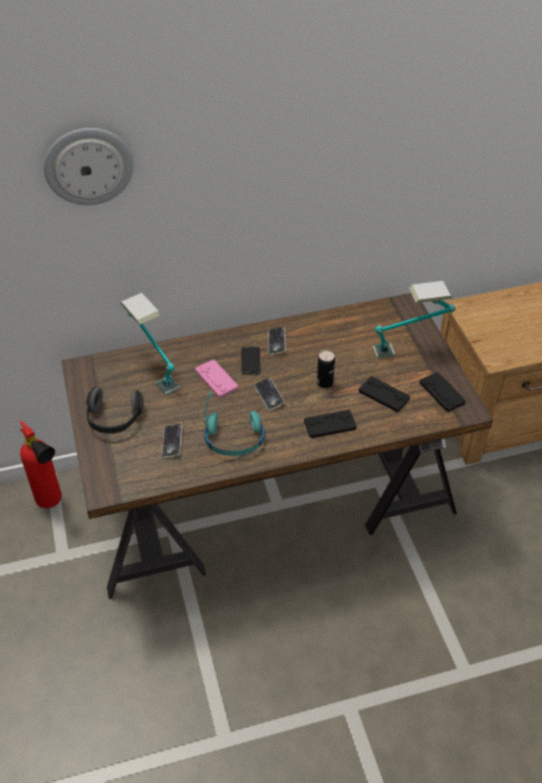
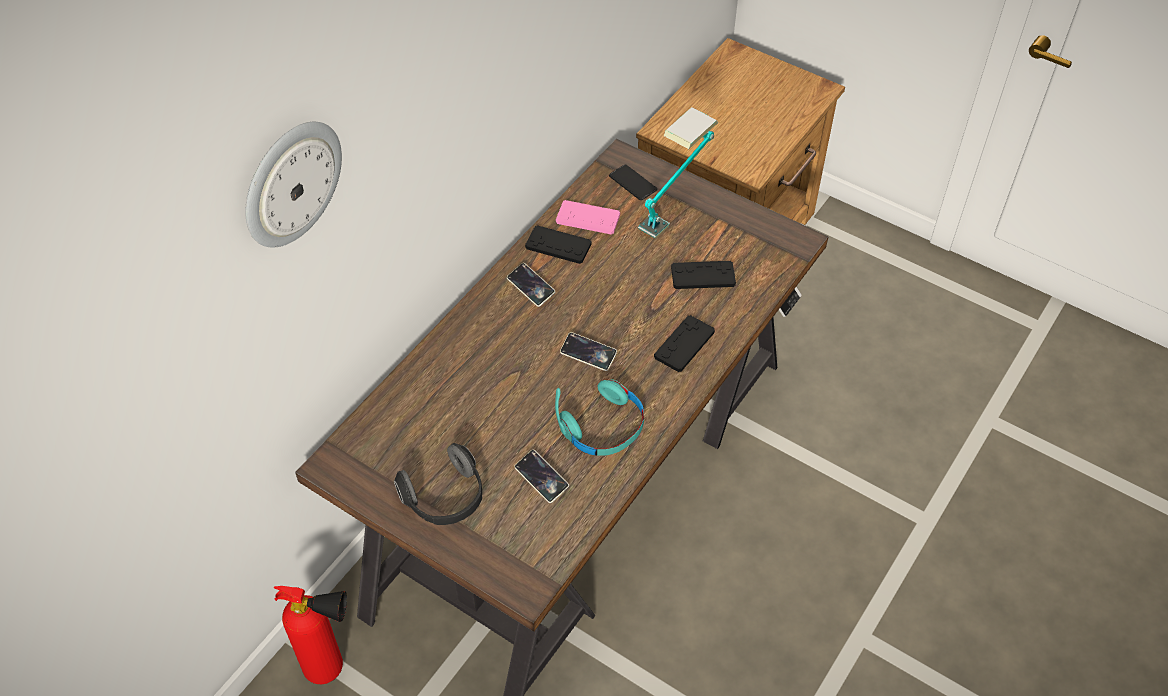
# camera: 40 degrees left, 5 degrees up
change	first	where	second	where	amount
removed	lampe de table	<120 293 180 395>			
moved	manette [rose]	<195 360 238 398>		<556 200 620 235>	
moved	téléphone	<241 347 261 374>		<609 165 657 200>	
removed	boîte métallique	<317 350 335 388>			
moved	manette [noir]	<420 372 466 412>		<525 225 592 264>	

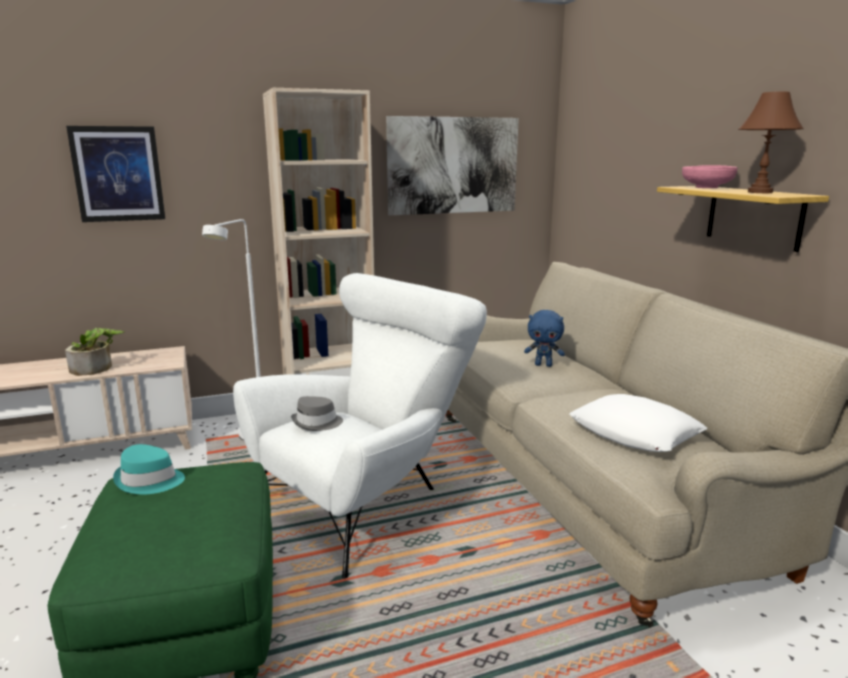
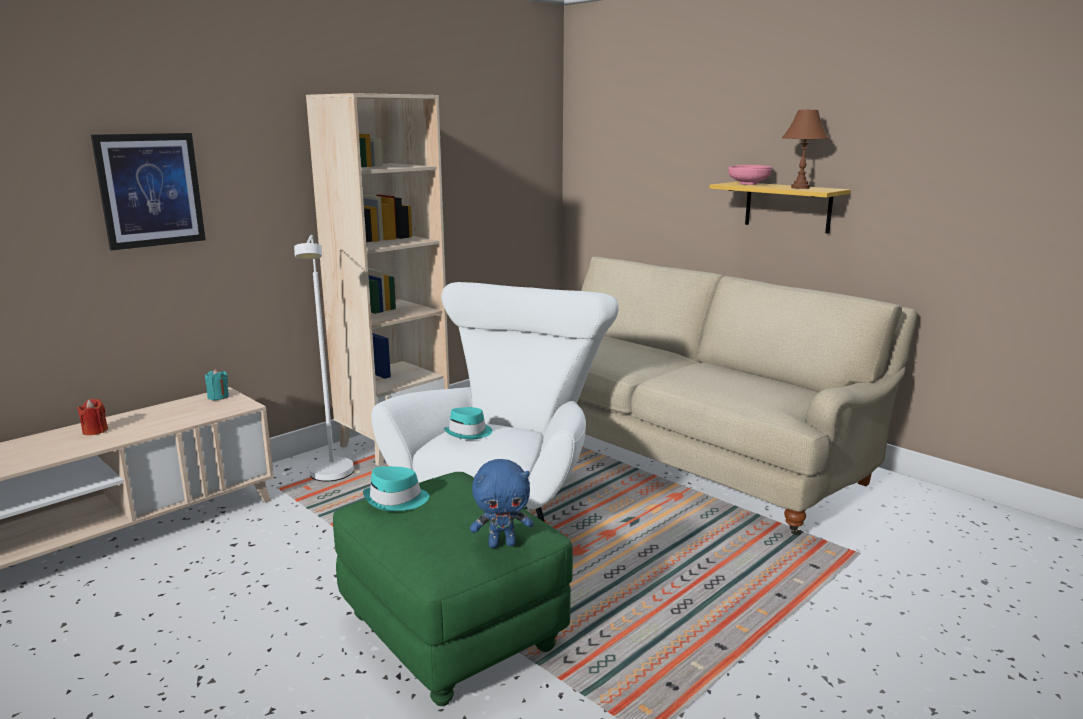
# camera: 25 degrees left, 0 degrees up
change	first	where	second	where	amount
removed	plante en pot	<65 328 125 376>			
recoloured	chapeau [gris]	<291 396 343 431>	chapeau [turquoise]	<444 407 492 440>	
removed	tableau	<386 116 519 215>			
moved	peluche [bleu]	<524 310 565 367>		<470 459 533 548>	
removed	coussin [blanc]	<569 394 707 452>			
added			bougie [rouge]	<77 399 108 435>	
added			bougie [turquoise]	<205 369 229 400>	

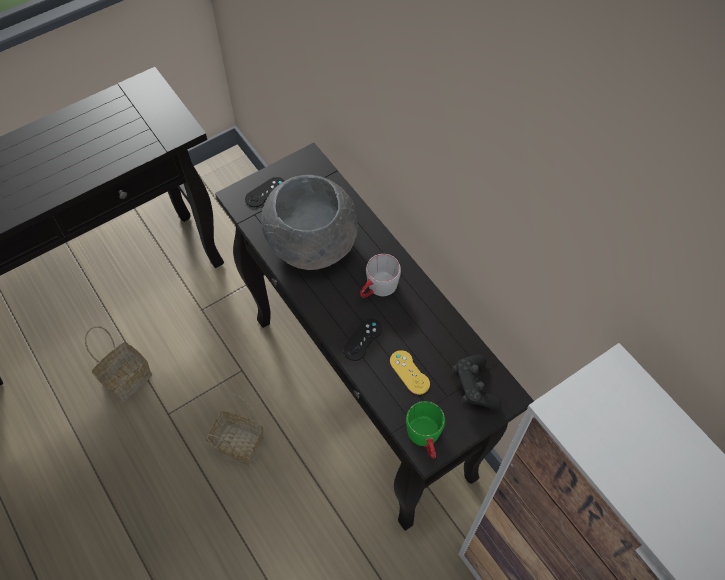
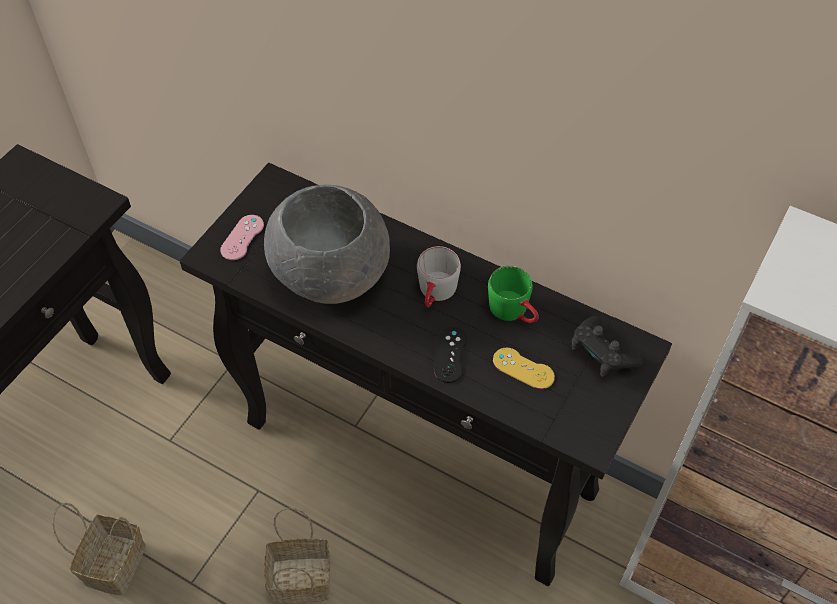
# camera: 25 degrees left, 5 degrees down
change	first	where	second	where	amount
recoloured	manette [noir]	<245 177 285 207>	manette [rose]	<220 215 264 260>	
moved	mug [vert]	<406 401 445 459>		<488 266 539 323>	

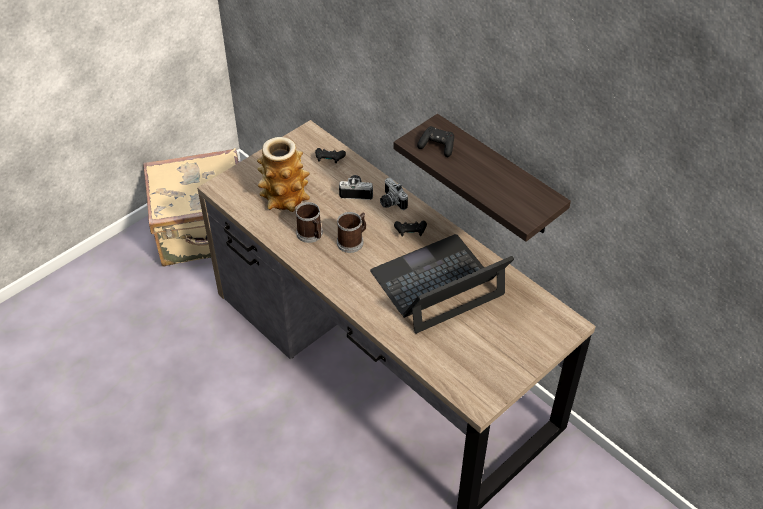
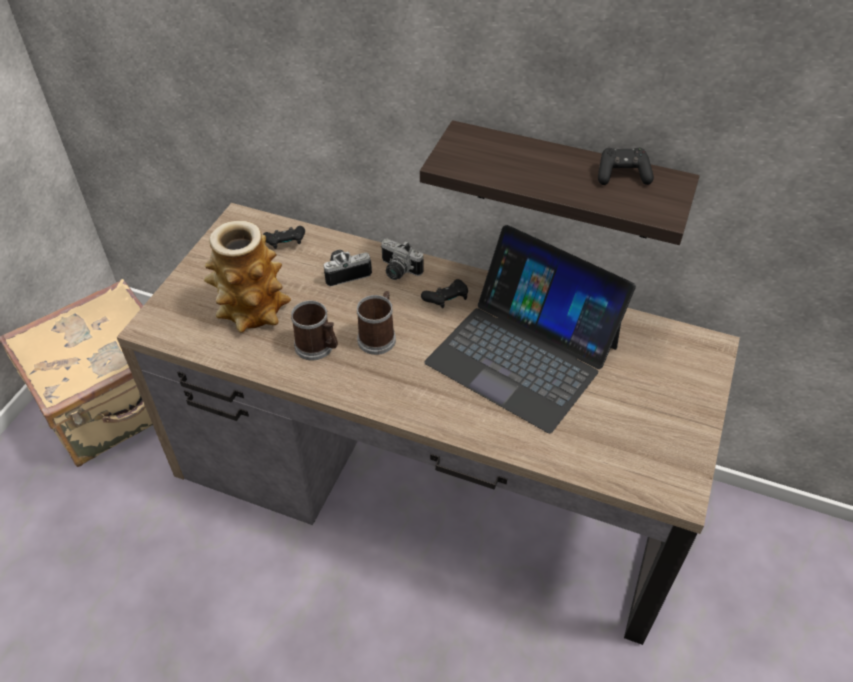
# camera: 25 degrees left, 0 degrees up
change	first	where	second	where	amount
turned	ordinateur portable	<370 234 514 334>		<424 225 636 433>	90 degrees counterclockwise
moved	manette [noir]	<417 126 454 157>		<598 148 654 185>	

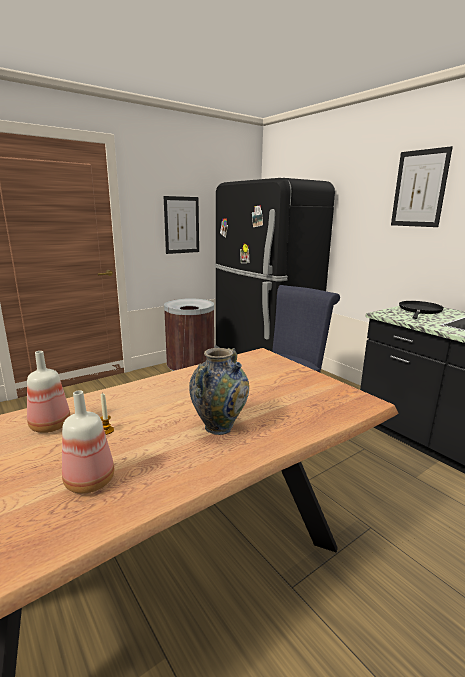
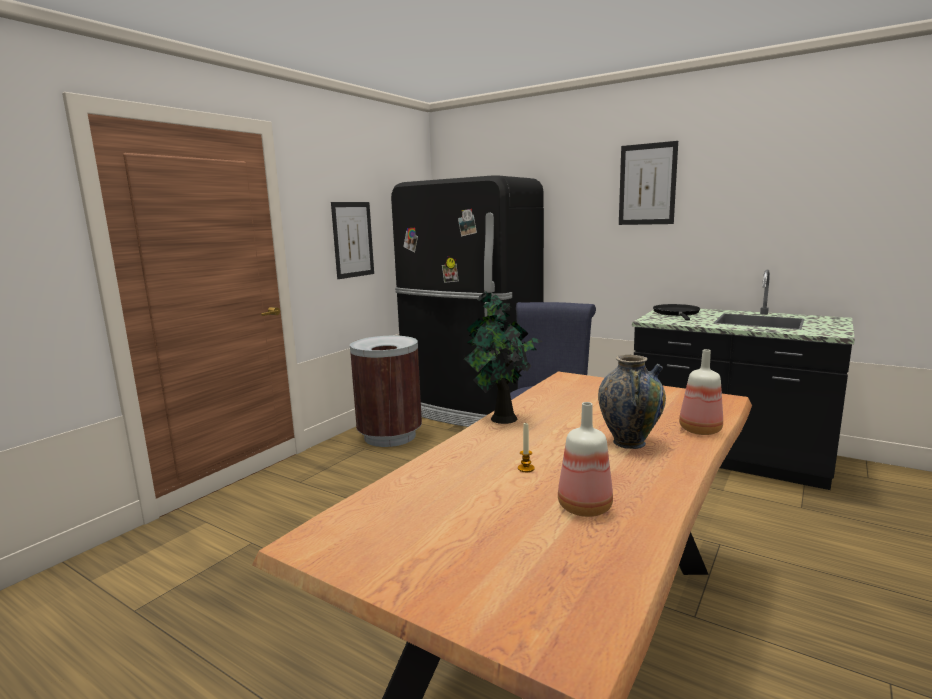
# camera: 20 degrees left, 5 degrees down
change	first	where	second	where	amount
moved	bouteille	<27 351 71 433>		<679 349 723 435>	
added			plante en pot	<464 291 543 424>	

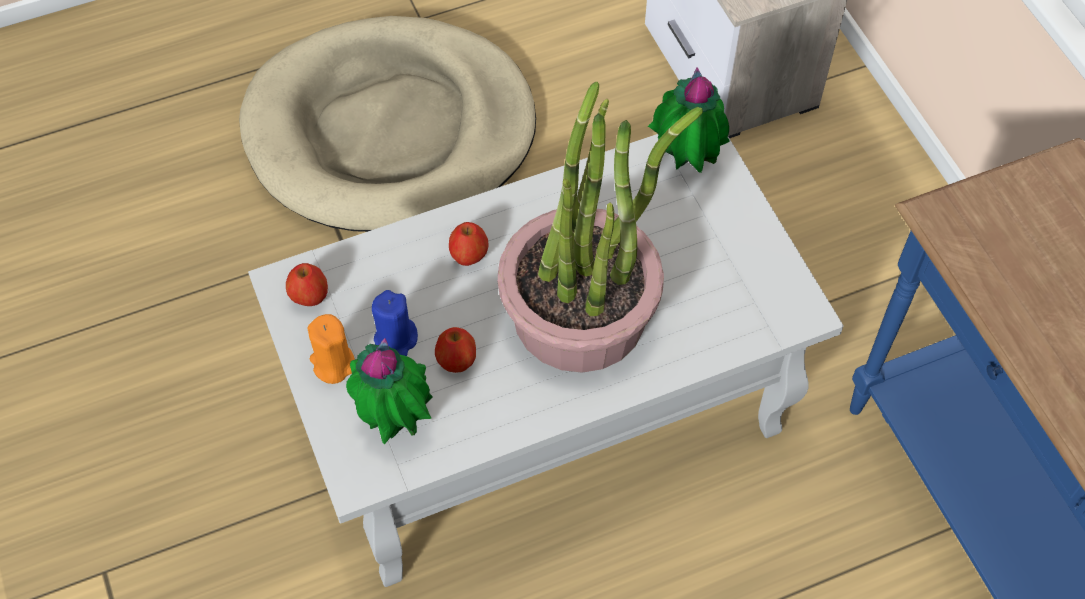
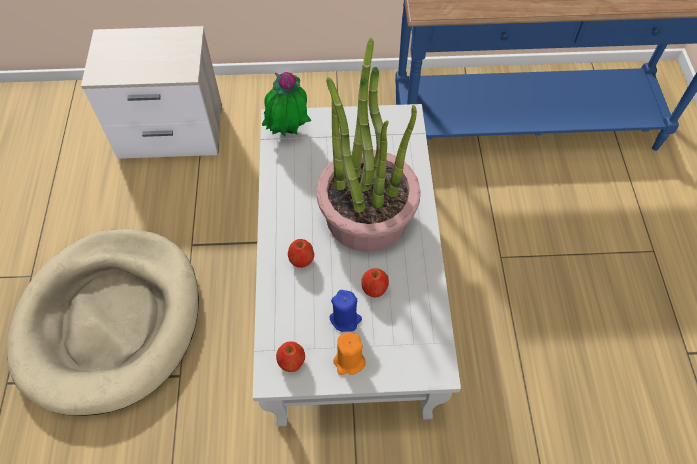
# camera: 70 degrees left, 0 degrees up
change	first	where	second	where	amount
removed	plante en pot	<346 338 432 444>			

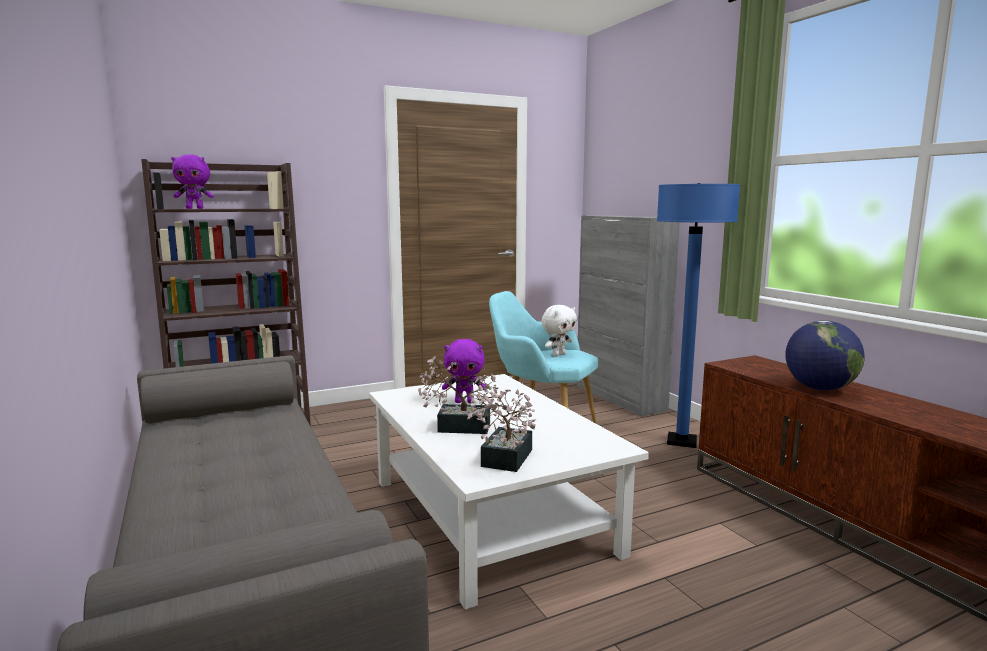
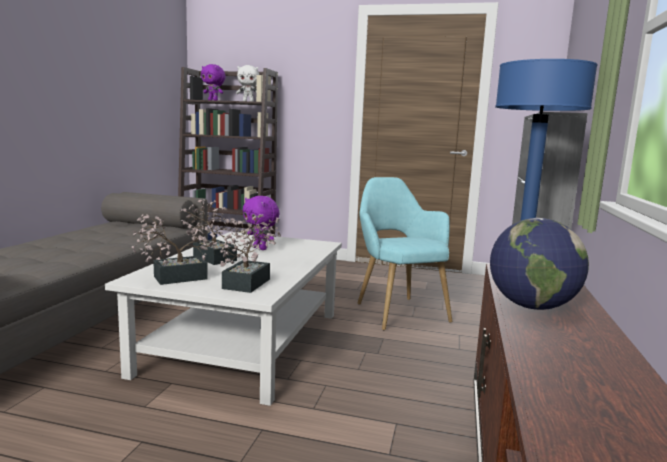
# camera: 40 degrees right, 0 degrees up
change	first	where	second	where	amount
moved	peluche [blanc]	<542 305 577 357>		<236 65 259 102>	
added			plante en pot	<220 214 281 293>	

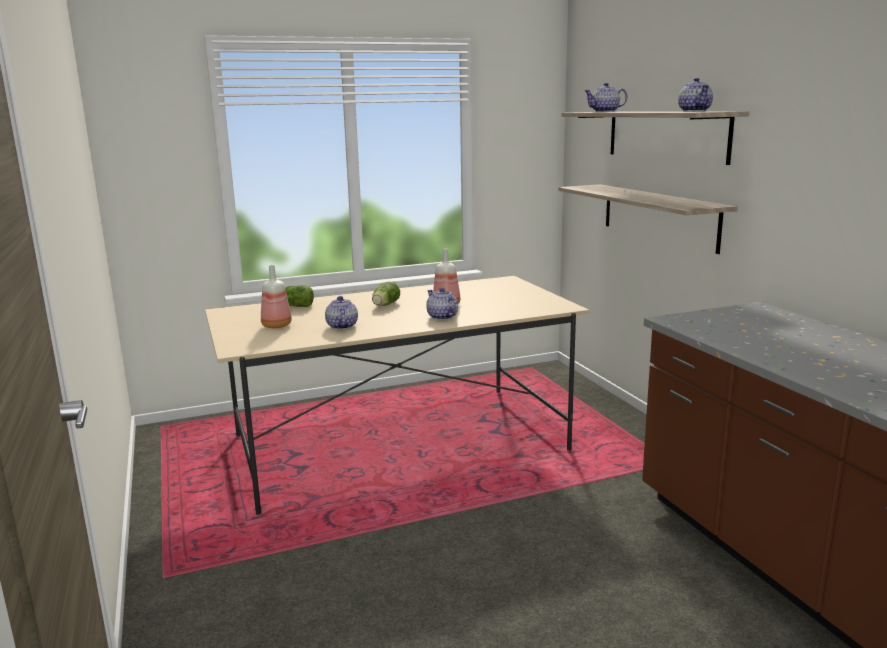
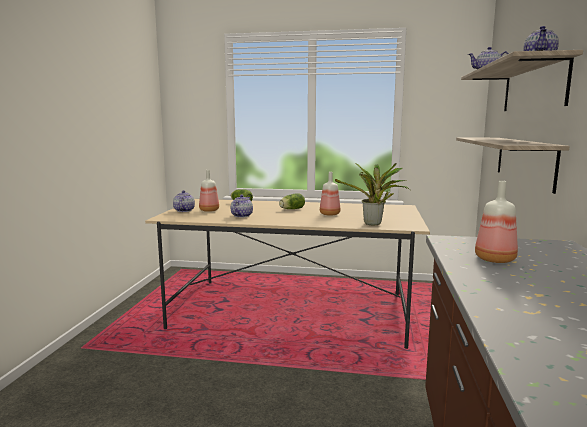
# camera: 30 degrees right, 5 degrees down
change	first	where	second	where	amount
moved	théière	<426 287 458 320>		<173 190 195 212>	
added			plante en pot	<335 163 410 226>	
added			bouteille	<475 181 518 263>	

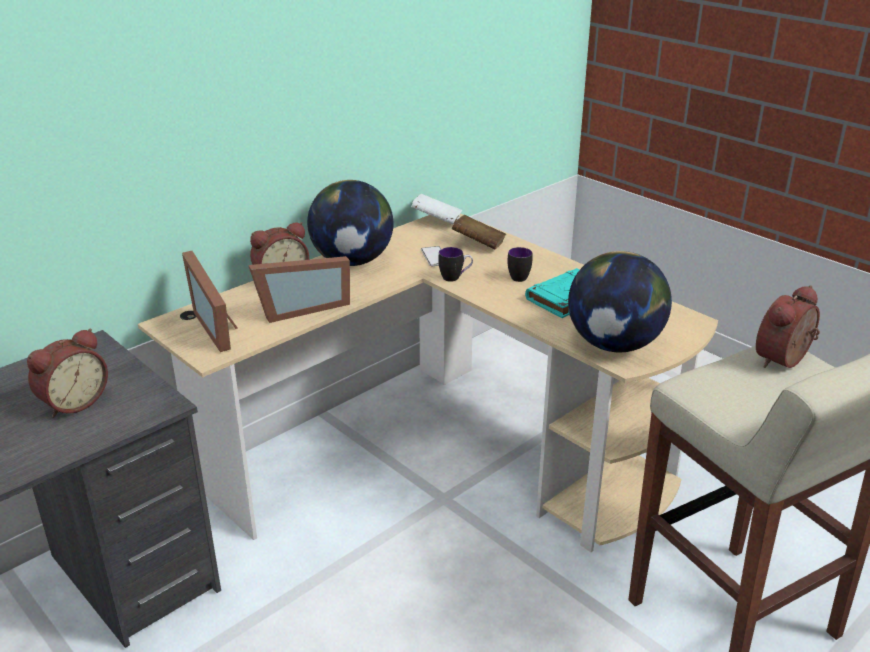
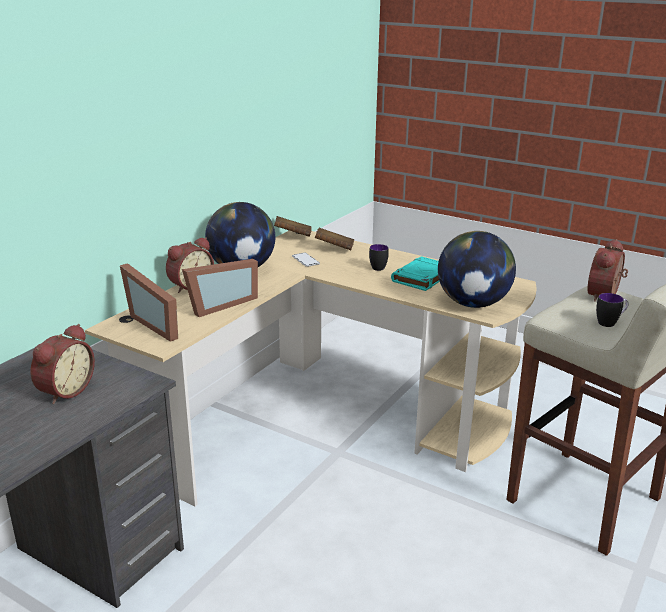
# camera: 15 degrees left, 5 degrees down
change	first	where	second	where	amount
recoloured	livre [blanc]	<411 194 462 224>	livre [marron]	<274 216 312 237>	
moved	mug	<438 247 473 282>		<596 293 629 327>	

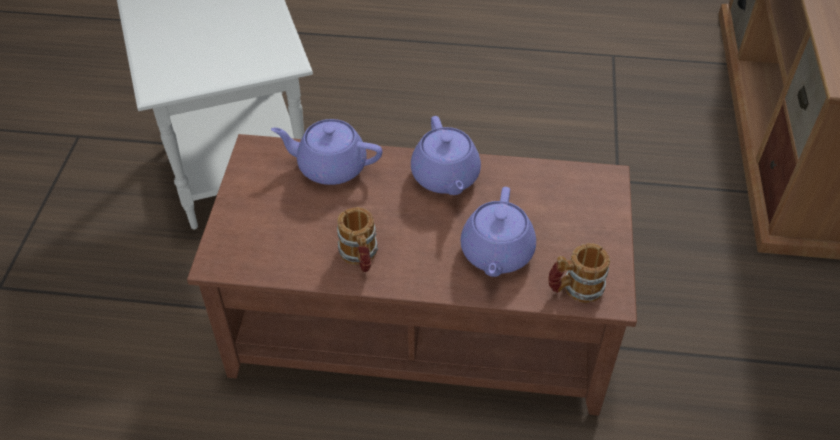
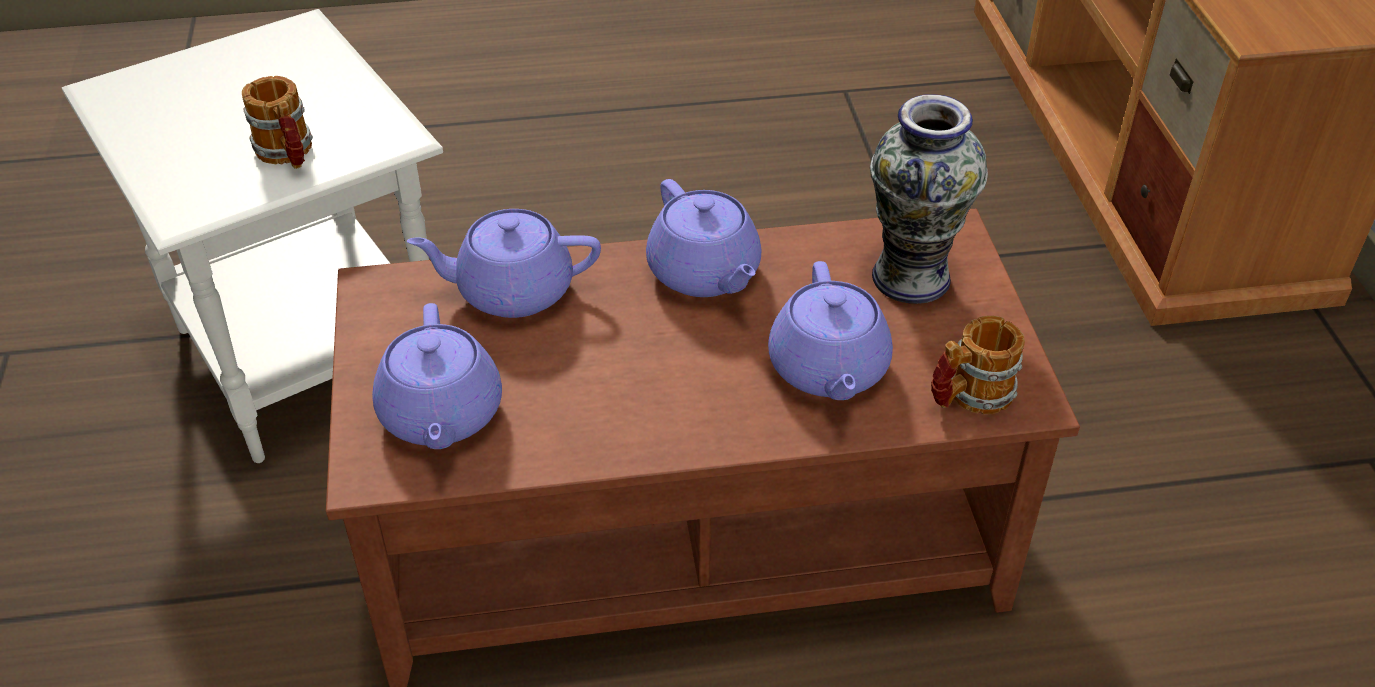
# camera: 15 degrees left, 5 degrees down
change	first	where	second	where	amount
moved	mug	<337 207 378 272>		<242 76 313 169>	
added			théière [violet]	<372 303 502 449>	
added			vase	<870 94 988 304>	

